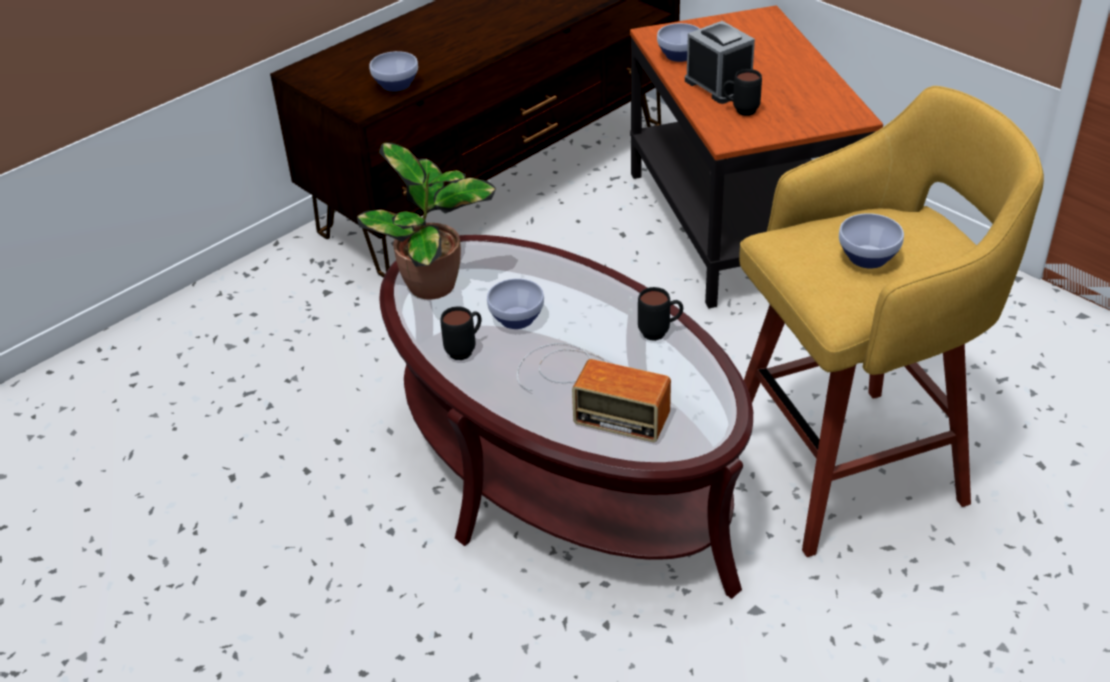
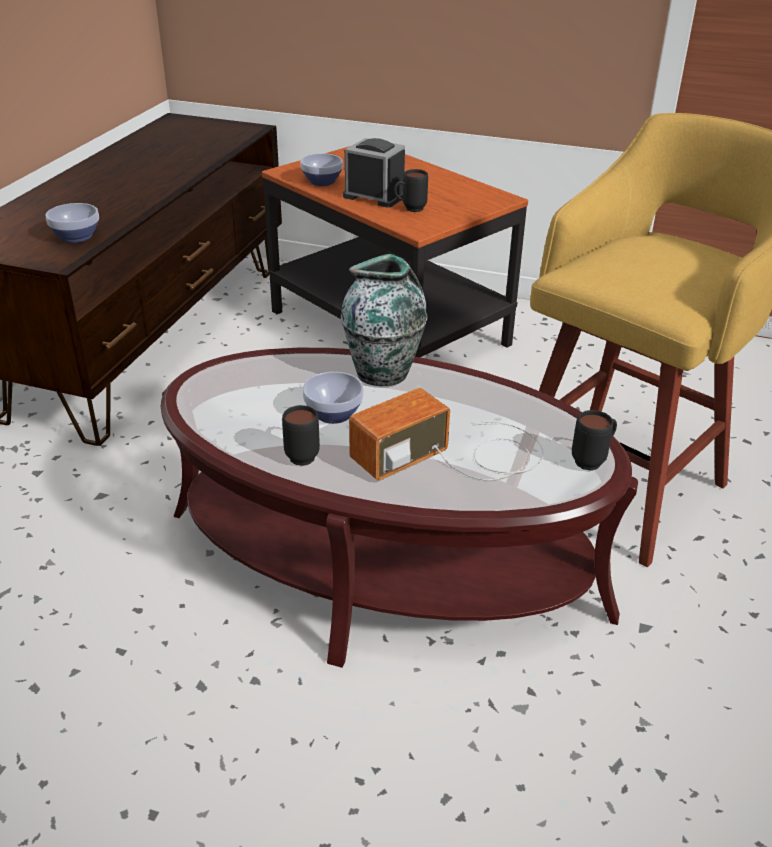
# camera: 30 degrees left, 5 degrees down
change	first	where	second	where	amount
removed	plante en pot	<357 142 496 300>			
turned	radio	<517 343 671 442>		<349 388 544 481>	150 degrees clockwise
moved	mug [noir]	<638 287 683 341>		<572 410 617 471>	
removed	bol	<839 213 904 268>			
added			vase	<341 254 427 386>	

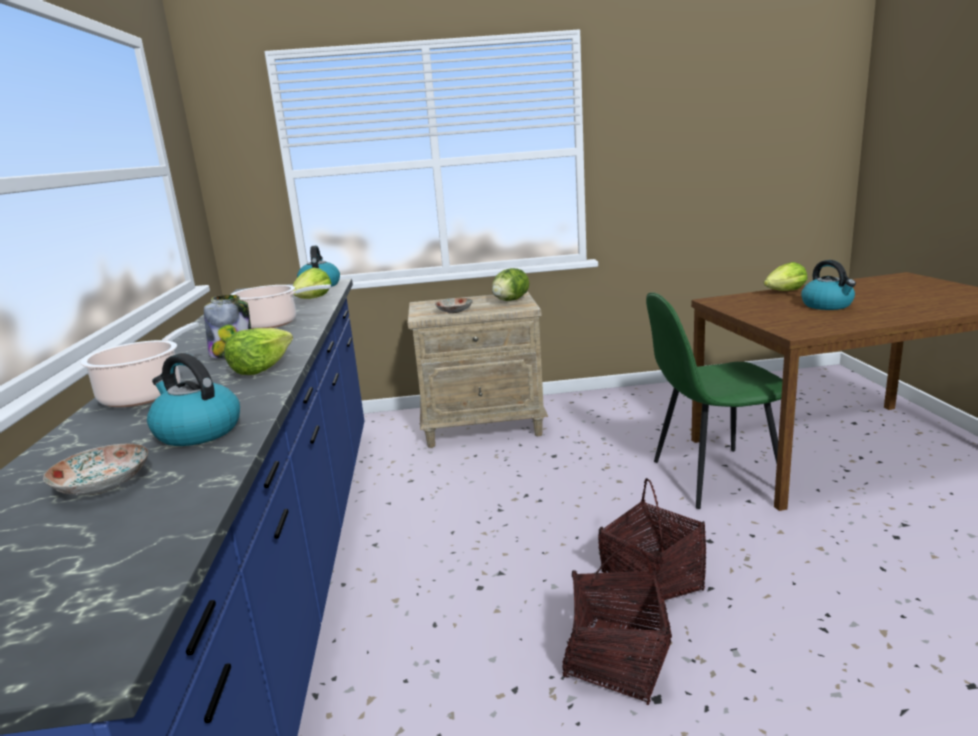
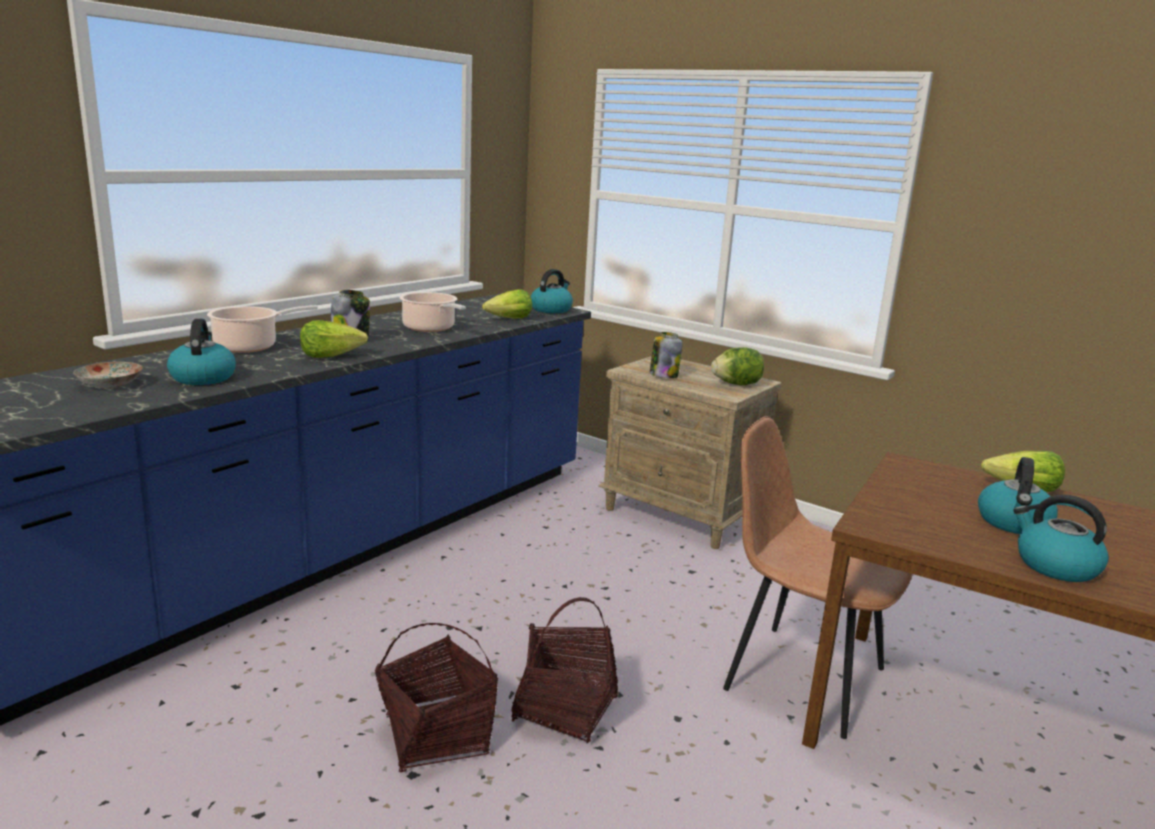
# camera: 40 degrees right, 0 degrees up
change	first	where	second	where	amount
replaced	assiette	<435 298 473 313>	bocal	<650 332 683 378>	
recoloured	chaise [vert]	<646 292 783 509>	chaise [marron]	<723 416 913 739>	
added			bouilloire	<1014 494 1109 582>	

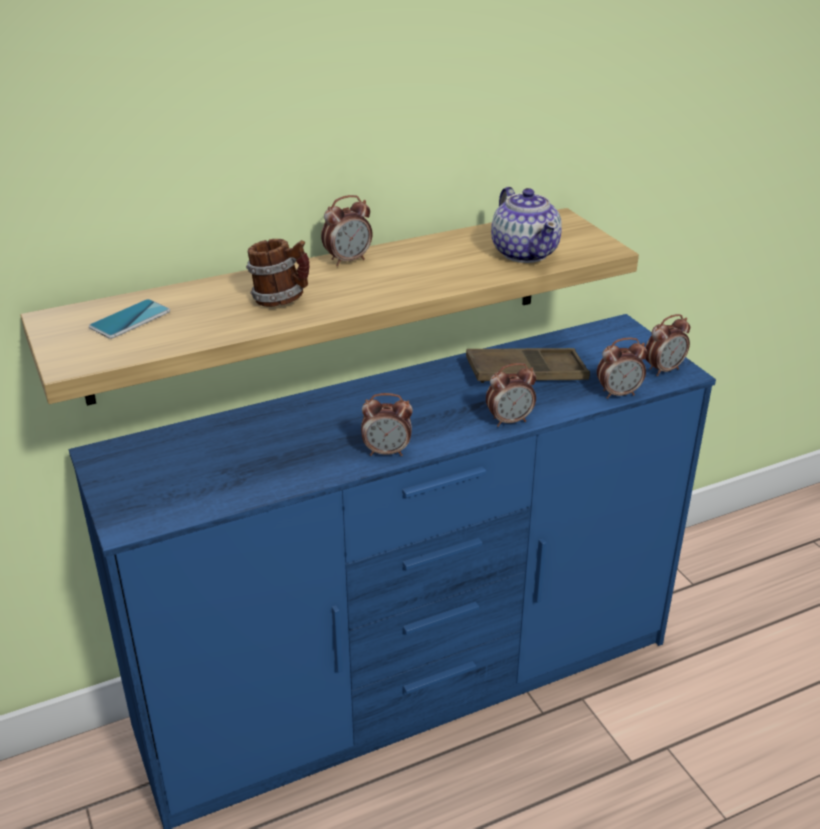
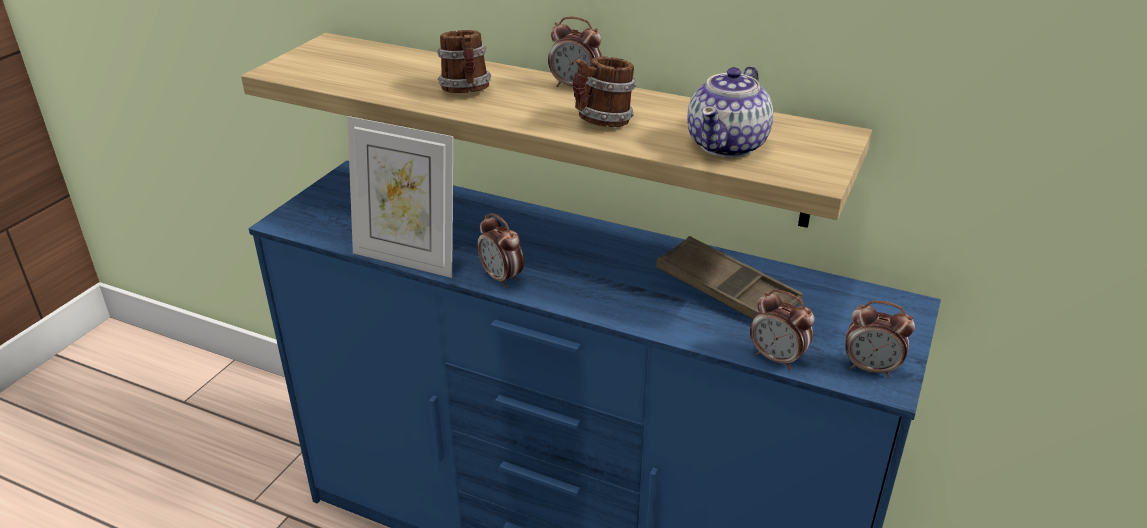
# camera: 50 degrees right, 0 degrees up
change	first	where	second	where	amount
removed	téléphone	<89 299 170 339>			
removed	réveil	<486 363 536 427>			
added			cadre photo	<347 116 453 278>	
added			mug	<573 56 636 127>	

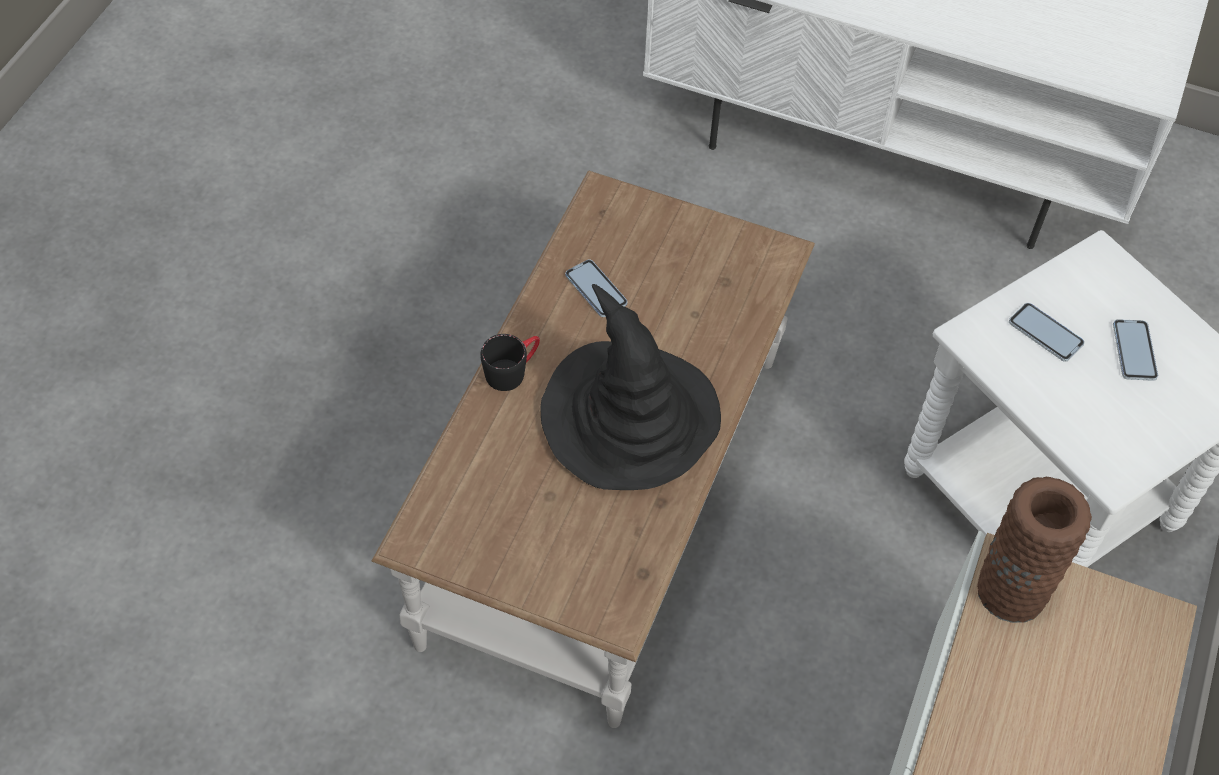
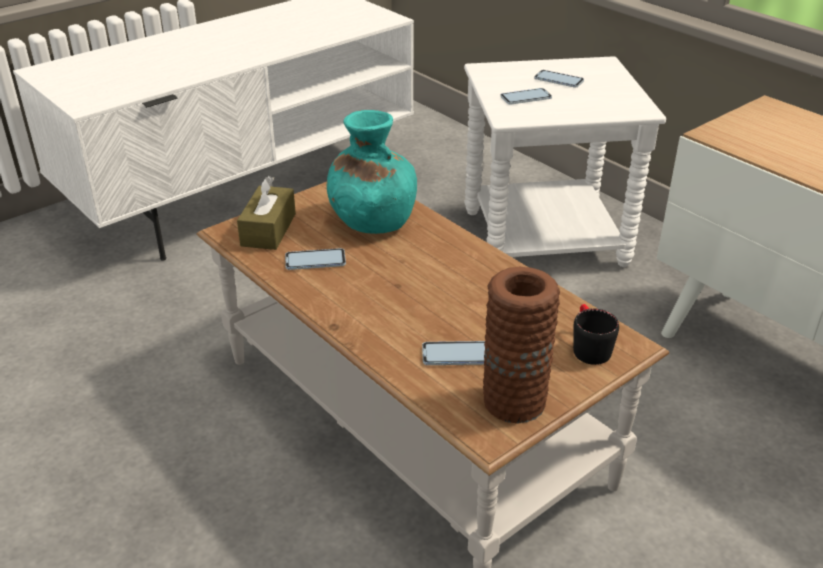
# camera: 60 degrees left, 20 degrees down
change	first	where	second	where	amount
moved	mug [noir]	<480 334 540 391>		<573 304 619 365>	
removed	chapeau [noir]	<540 284 721 490>			
moved	vase [marron]	<977 477 1092 623>		<483 267 560 423>	
added			boîte à mouchoirs [marron]	<237 176 296 250>	
added			vase [turquoise]	<327 110 417 234>	
added			téléphone	<422 341 485 365>	

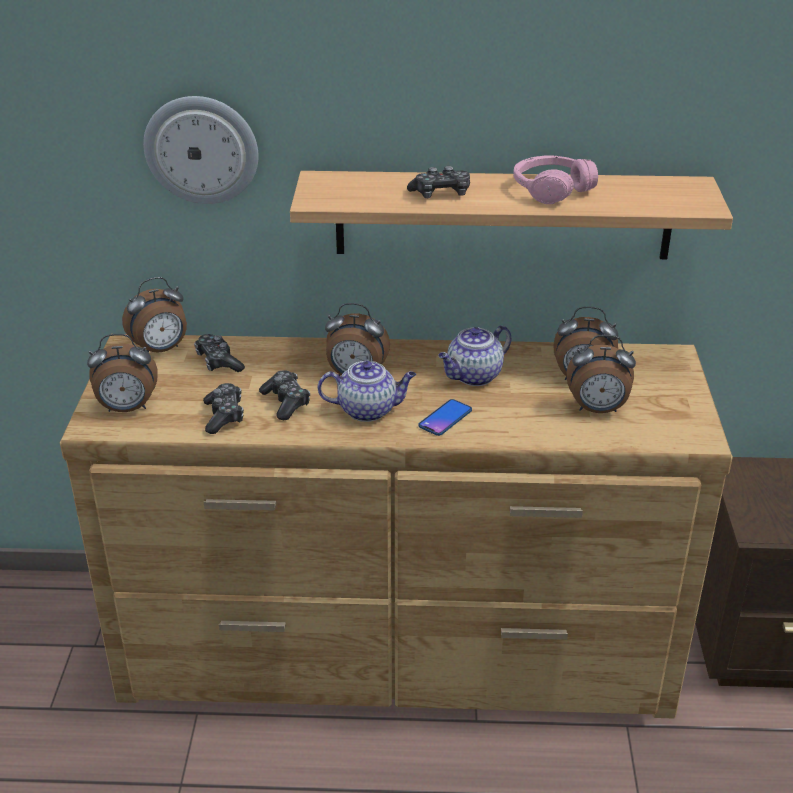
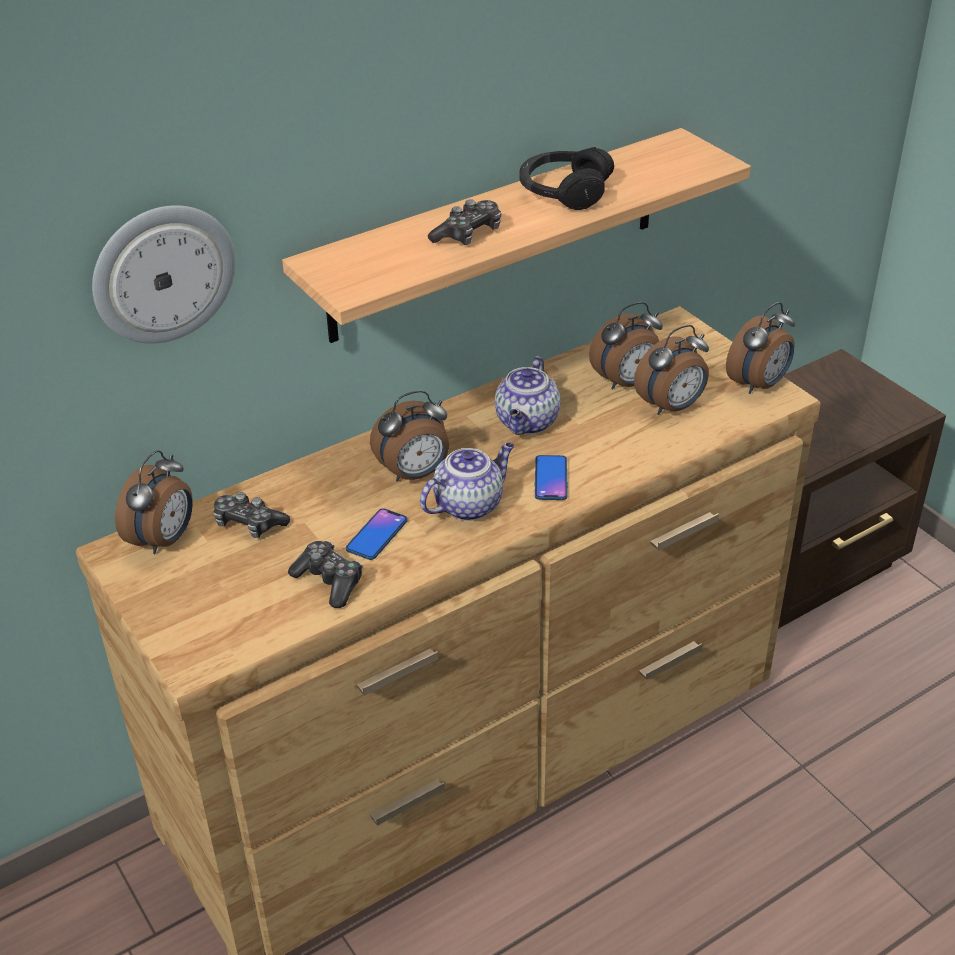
# camera: 35 degrees left, 5 degrees up
change	first	where	second	where	amount
moved	réveil	<87 334 158 412>		<726 302 795 394>	
replaced	manette	<259 370 310 420>	téléphone	<346 508 408 560>	
recoloured	casque audio [rose]	<513 155 598 204>	casque audio [noir]	<520 147 614 210>	

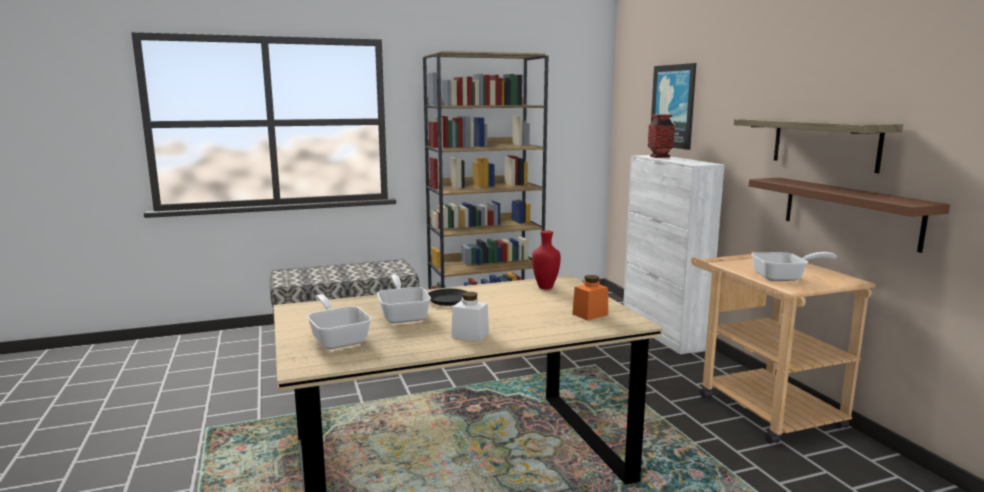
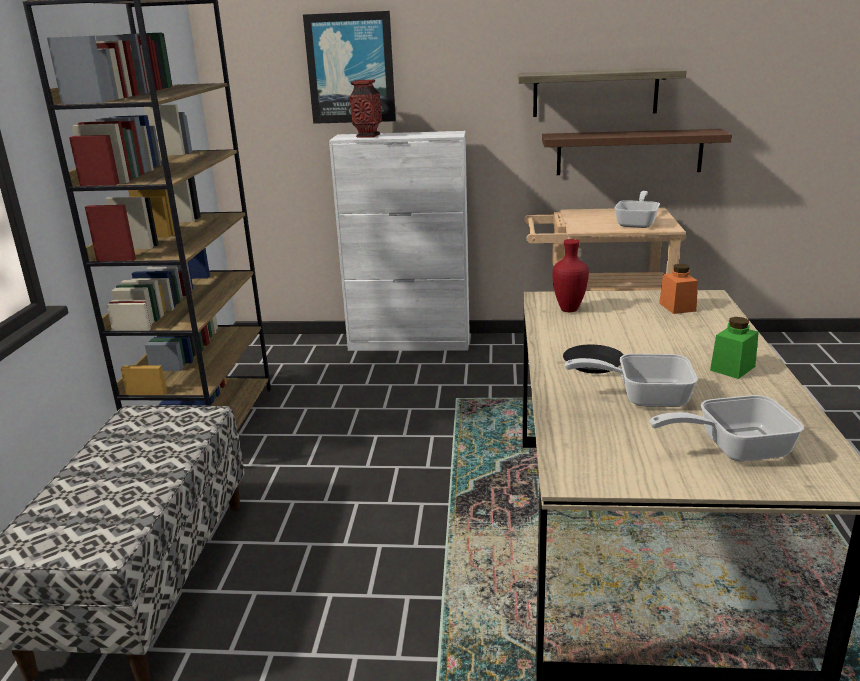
# camera: 65 degrees left, 10 degrees up
change	first	where	second	where	amount
recoloured	bocal [blanc]	<451 292 489 342>	bocal [vert]	<710 317 759 379>	

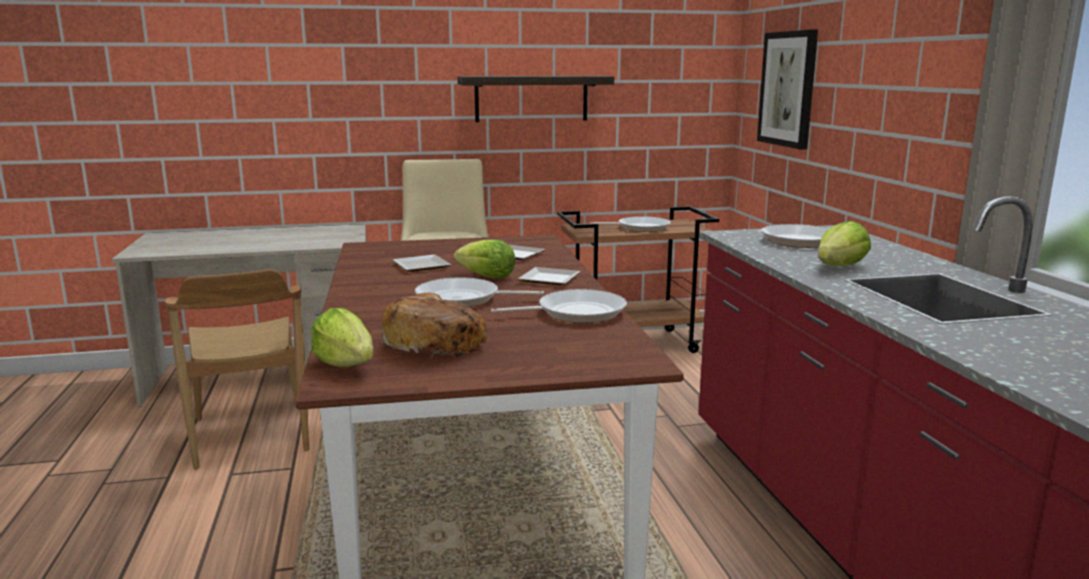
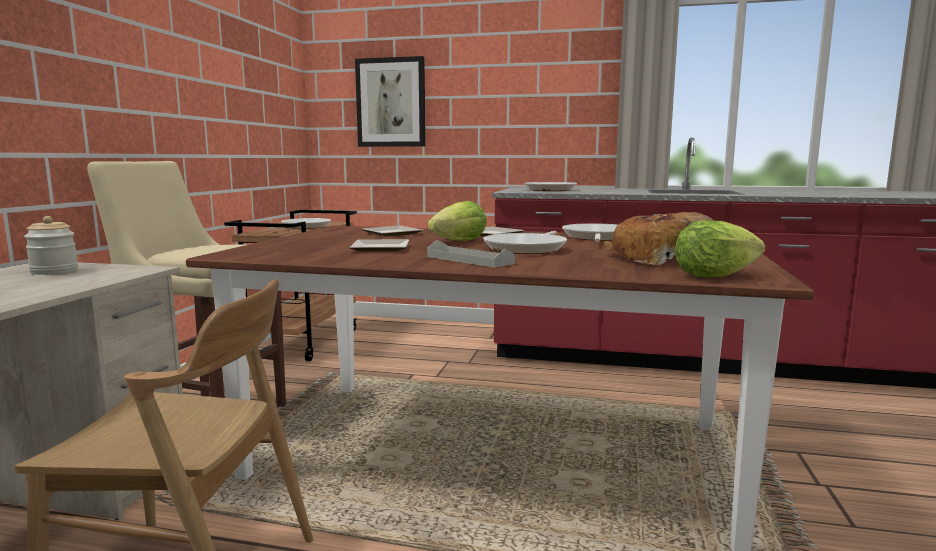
# camera: 65 degrees left, 5 degrees down
change	first	where	second	where	amount
removed	étagère	<457 76 614 122>			
removed	laitue	<818 221 871 266>			
added			bocal	<24 216 78 275>	
added			plateau [gris]	<427 240 515 268>	

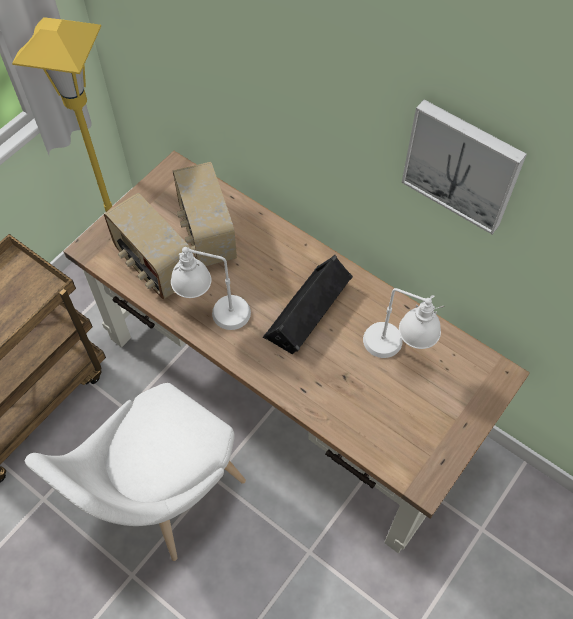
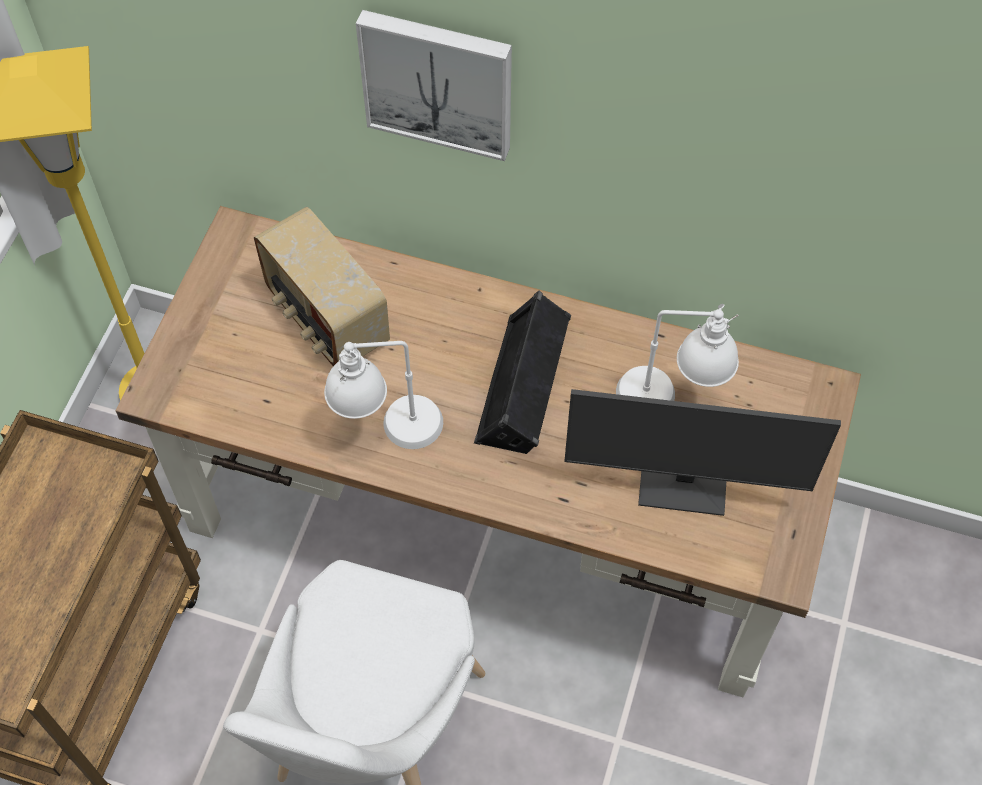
# camera: 20 degrees left, 0 degrees up
change	first	where	second	where	amount
removed	radio	<104 193 191 300>			
moved	tableau	<402 100 527 234>		<356 10 512 161>	
added			écran d'ordinateur	<564 389 841 516>	

